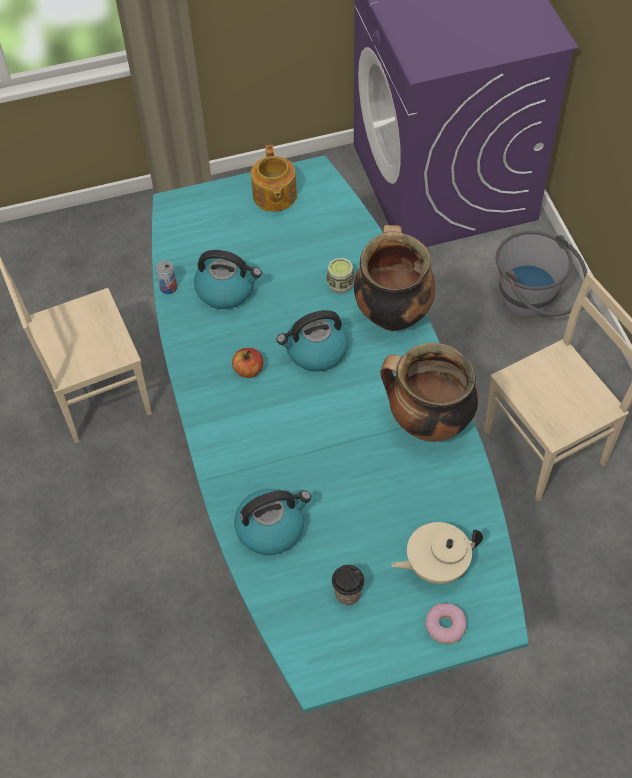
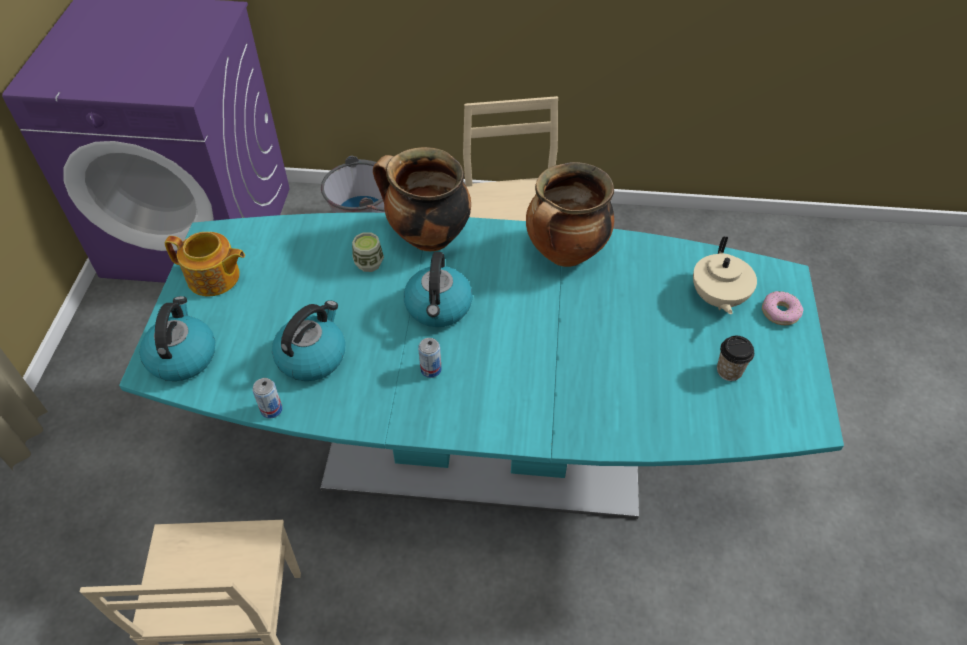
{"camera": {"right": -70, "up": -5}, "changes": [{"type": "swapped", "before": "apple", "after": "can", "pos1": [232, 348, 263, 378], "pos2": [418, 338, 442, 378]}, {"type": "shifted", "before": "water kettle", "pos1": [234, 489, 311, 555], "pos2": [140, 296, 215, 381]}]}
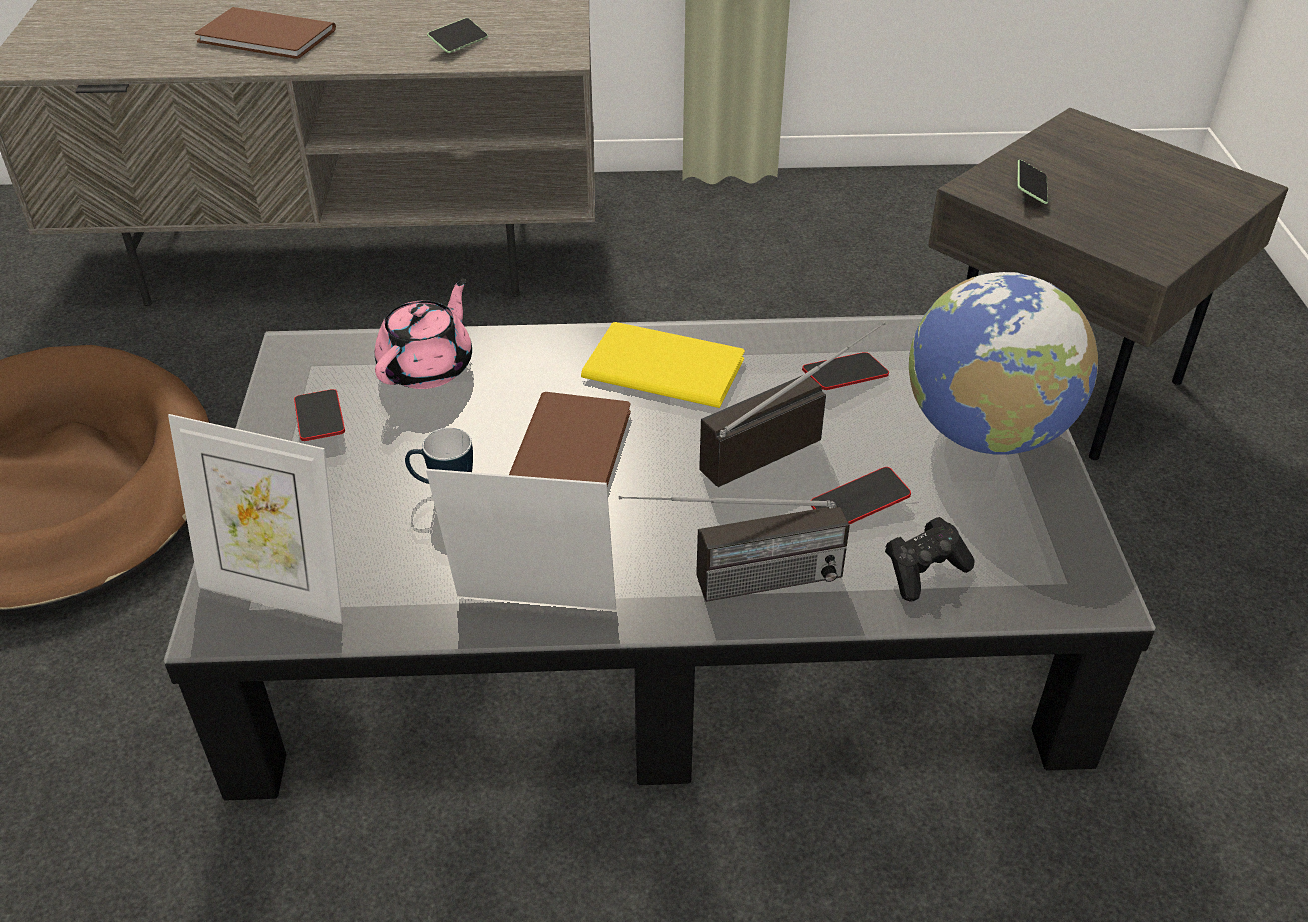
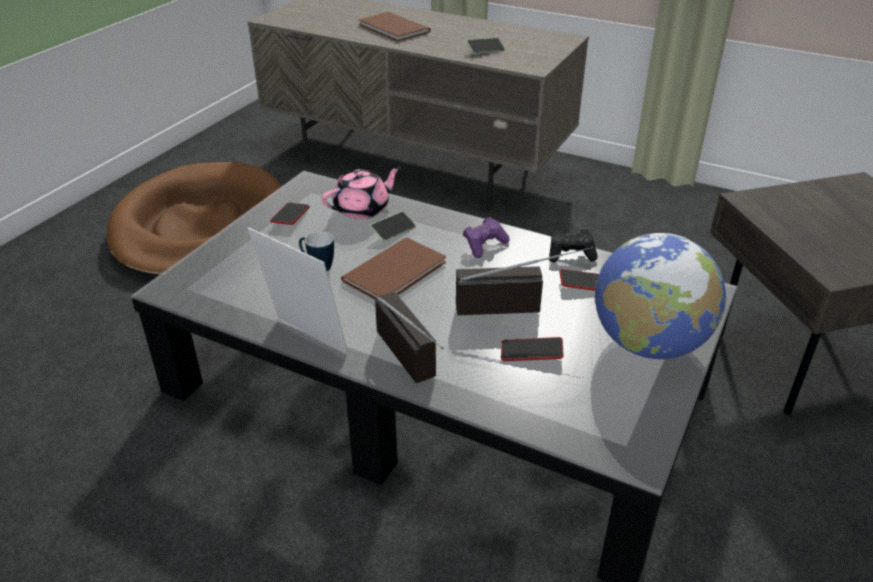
{"camera": {"right": 30, "up": -5}, "changes": [{"type": "shifted", "before": "telephone", "pos1": [1017, 160, 1048, 204], "pos2": [370, 212, 416, 241]}, {"type": "swapped", "before": "yellow-coloured book", "after": "purplish joypad", "pos1": [581, 322, 745, 408], "pos2": [463, 217, 510, 258]}, {"type": "gone", "before": "picture frame", "pos1": [168, 414, 343, 623]}, {"type": "rotated", "before": "radio receiver", "pos1": [619, 496, 850, 602], "pos2": [375, 291, 444, 383], "turn": -135}, {"type": "shifted", "before": "blackish joypad", "pos1": [885, 517, 975, 602], "pos2": [549, 230, 598, 263]}]}
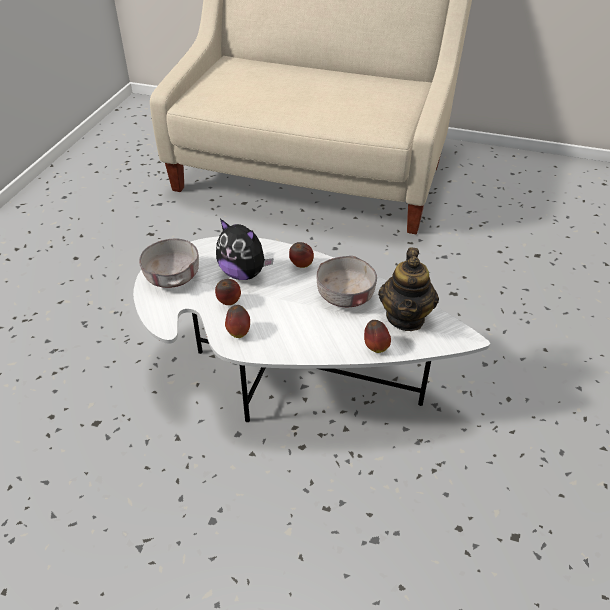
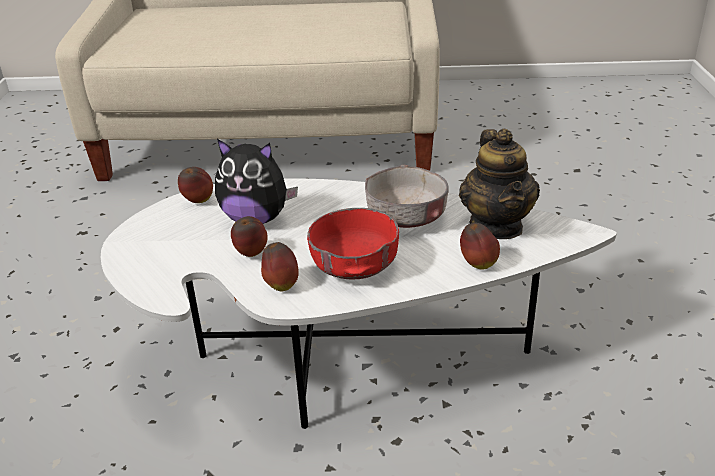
{"camera": {"right": -15, "up": -10}, "changes": [{"type": "gone", "before": "grey serving bowl", "pos1": [139, 239, 199, 288]}, {"type": "shifted", "before": "apple", "pos1": [289, 242, 314, 268], "pos2": [178, 167, 213, 203]}, {"type": "new", "after": "red-coloured serving bowl", "pos2": [307, 208, 399, 279]}]}
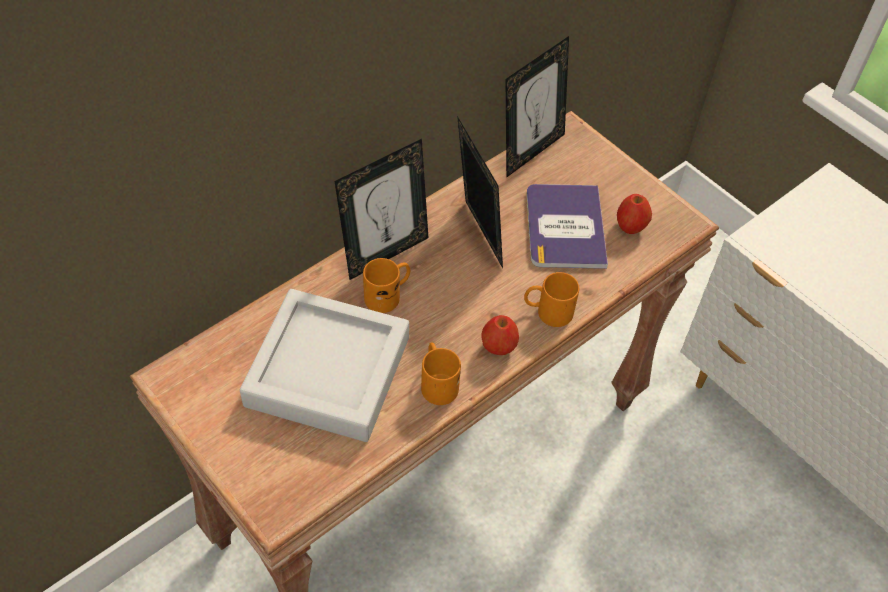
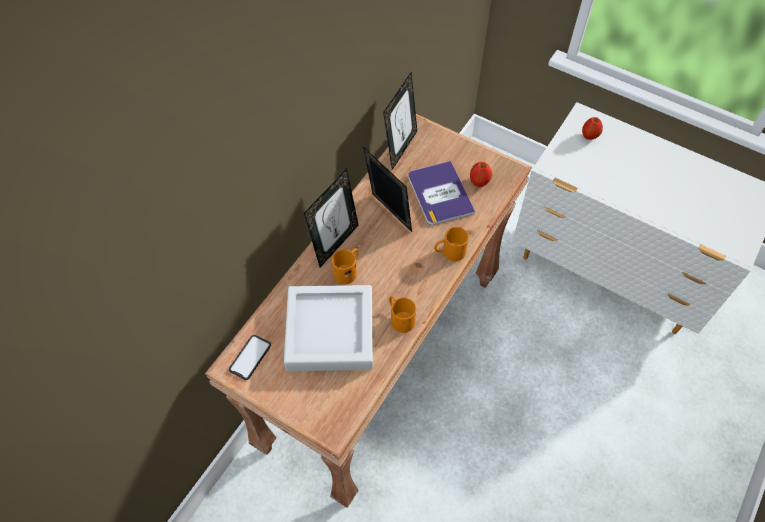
{"camera": {"right": -15, "up": 5}, "changes": [{"type": "shifted", "before": "apple", "pos1": [481, 315, 519, 355], "pos2": [582, 117, 603, 140]}, {"type": "new", "after": "telephone", "pos2": [229, 335, 271, 380]}]}
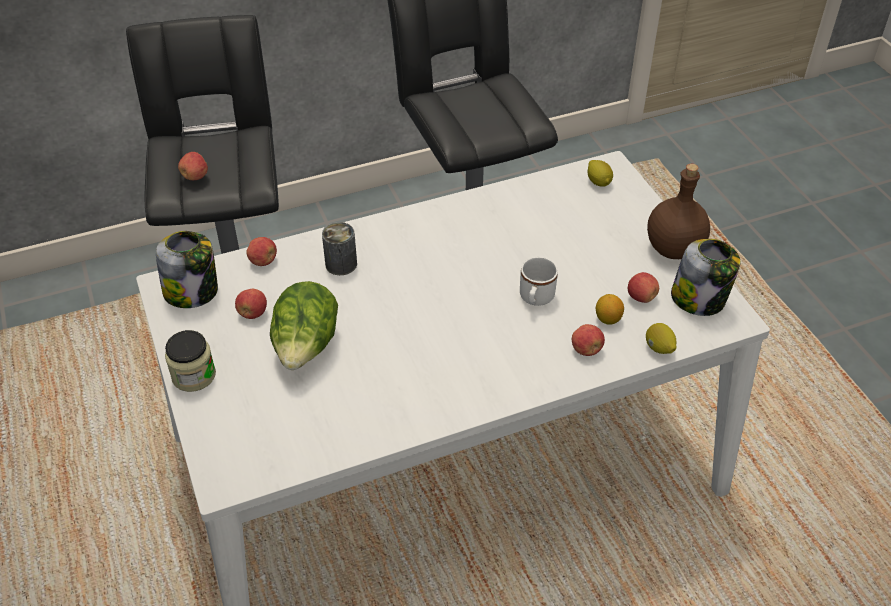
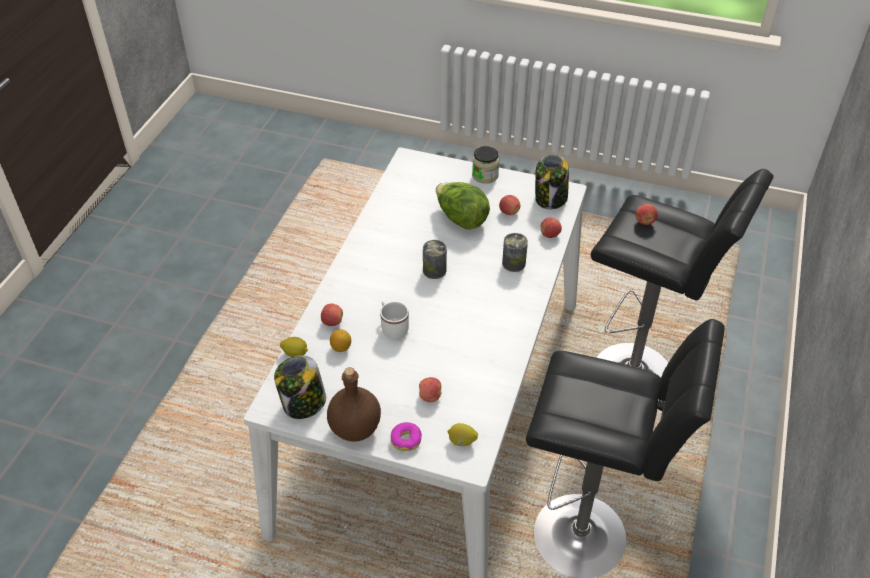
{"camera": {"right": 130, "up": 0}, "changes": [{"type": "shifted", "before": "apple", "pos1": [628, 272, 659, 303], "pos2": [419, 377, 442, 402]}, {"type": "new", "after": "can", "pos2": [423, 240, 447, 279]}, {"type": "new", "after": "donut", "pos2": [390, 422, 422, 451]}]}
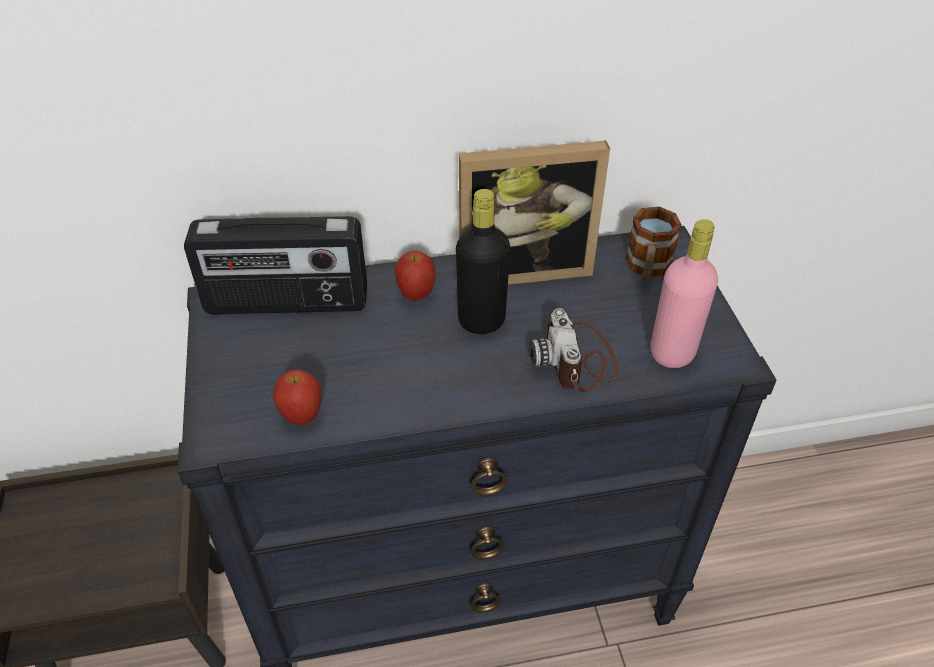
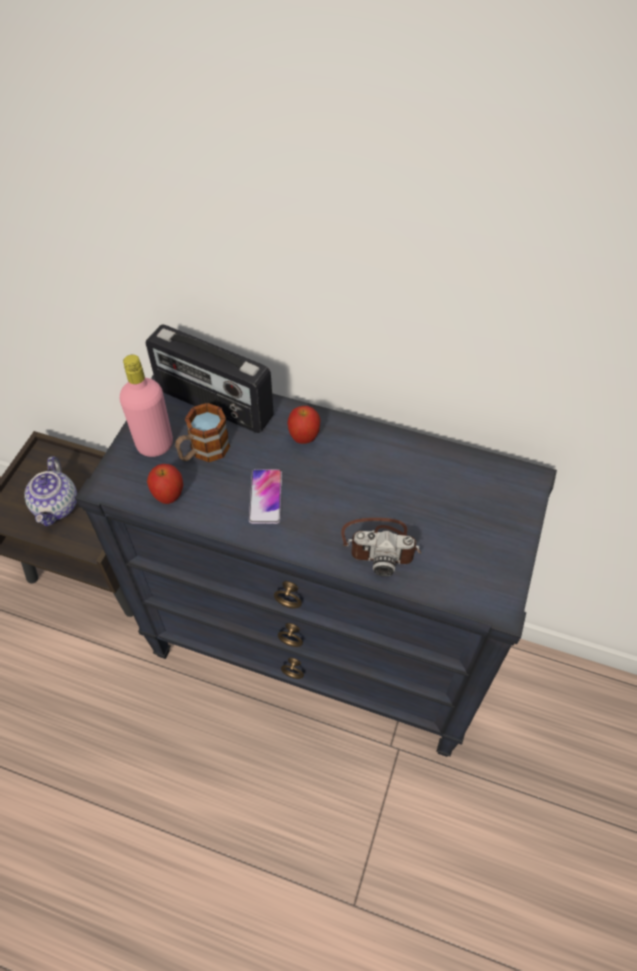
{"camera": {"right": 30, "up": 10}, "changes": [{"type": "gone", "before": "picture frame", "pos1": [459, 140, 610, 285]}, {"type": "gone", "before": "blackish beverage bottle", "pos1": [456, 189, 510, 334]}, {"type": "shifted", "before": "tea mug", "pos1": [625, 207, 682, 281], "pos2": [175, 403, 230, 462]}, {"type": "shifted", "before": "pink-coloured beverage bottle", "pos1": [651, 219, 718, 368], "pos2": [120, 355, 173, 457]}, {"type": "rotated", "before": "photo camera", "pos1": [529, 308, 619, 392], "pos2": [341, 518, 422, 577], "turn": -105}, {"type": "new", "after": "pot for tea", "pos2": [24, 456, 77, 526]}, {"type": "new", "after": "telephone", "pos2": [249, 469, 282, 524]}]}
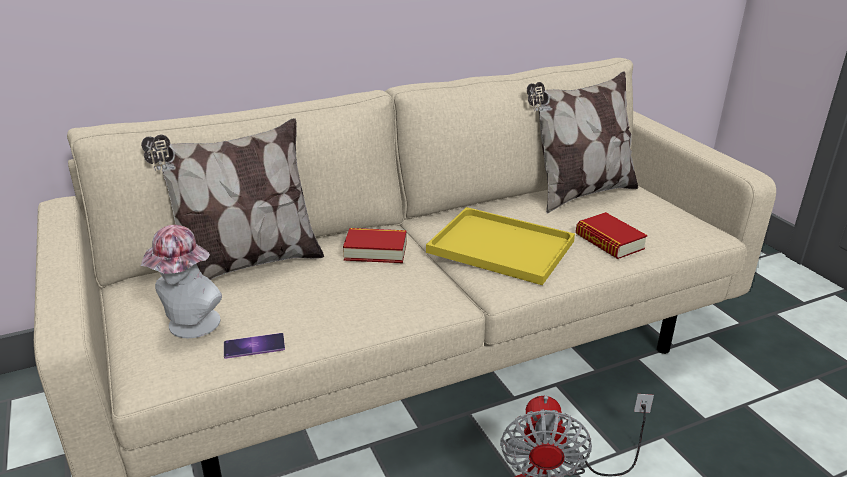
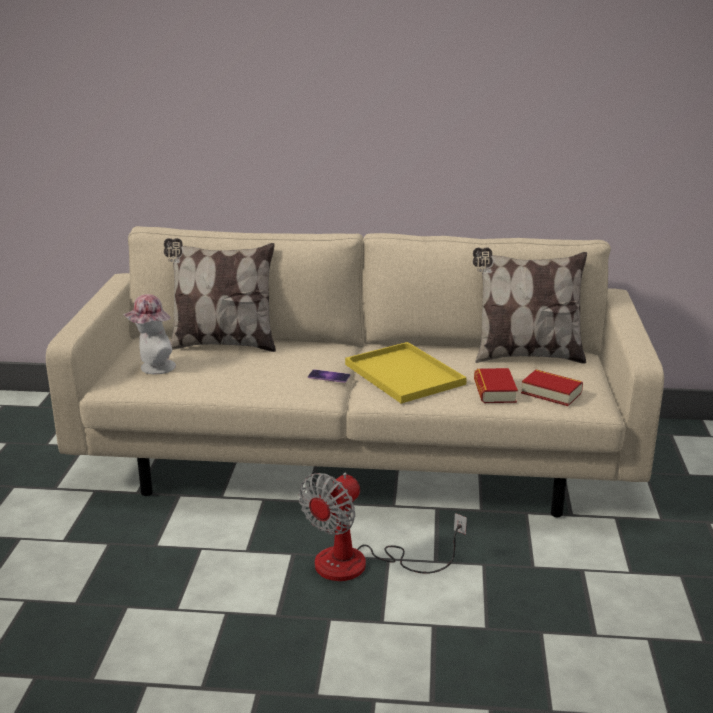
{"camera": {"right": 30, "up": -5}, "changes": [{"type": "shifted", "before": "book", "pos1": [343, 228, 407, 263], "pos2": [521, 370, 583, 406]}, {"type": "shifted", "before": "telephone", "pos1": [224, 333, 285, 359], "pos2": [308, 369, 350, 383]}]}
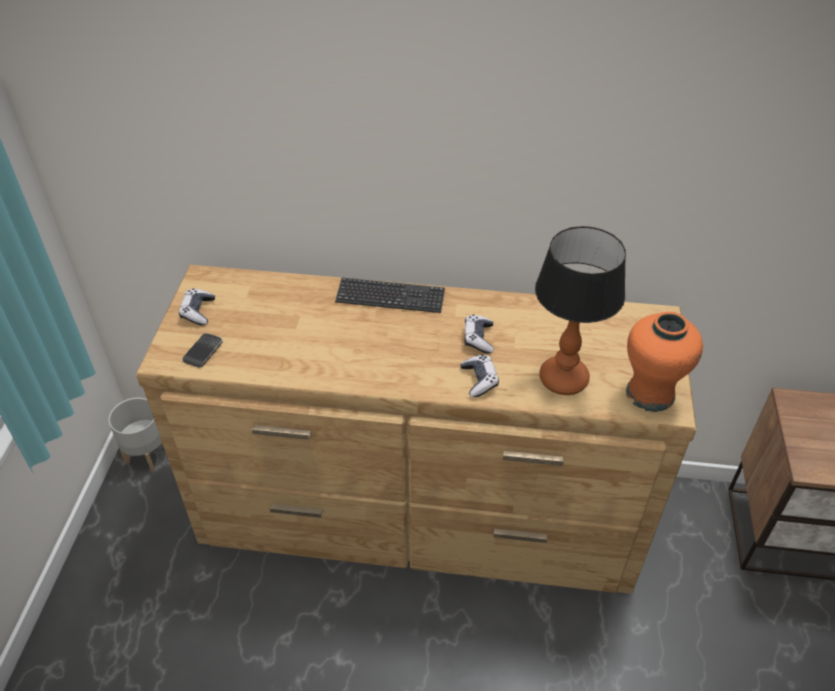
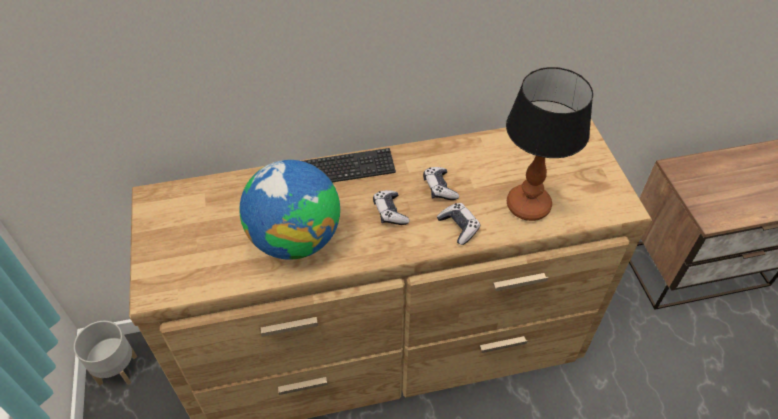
{"camera": {"right": -20, "up": 5}, "changes": [{"type": "shifted", "before": "joypad", "pos1": [179, 289, 215, 326], "pos2": [373, 190, 409, 225]}, {"type": "gone", "before": "orangey decorative vase", "pos1": [626, 312, 703, 412]}, {"type": "gone", "before": "telephone", "pos1": [183, 333, 223, 368]}, {"type": "new", "after": "desk globe", "pos2": [239, 160, 340, 260]}]}
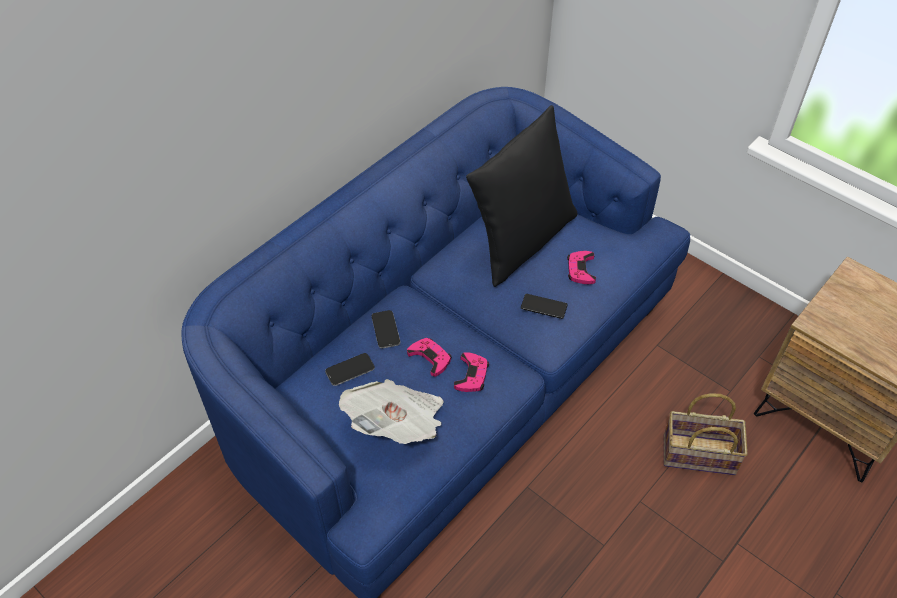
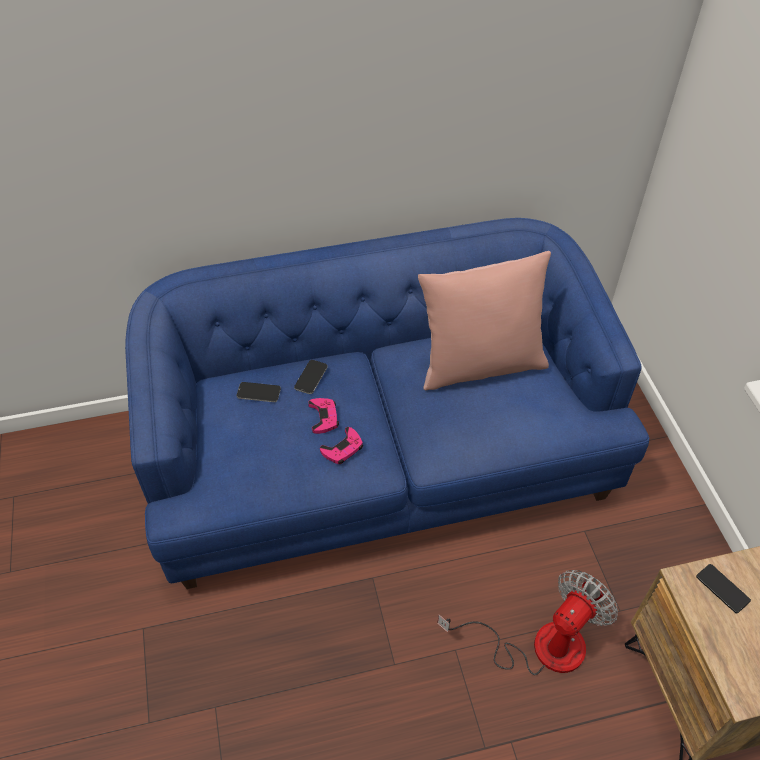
{"camera": {"right": 35, "up": 0}, "changes": [{"type": "repainted", "before": "blackish pillow", "after": "pink-coloured pillow", "pos1": [466, 105, 577, 287], "pos2": [418, 251, 551, 390]}, {"type": "gone", "before": "pink-coloured joypad", "pos1": [567, 251, 596, 284]}, {"type": "shifted", "before": "telephone", "pos1": [521, 294, 568, 319], "pos2": [696, 564, 751, 613]}, {"type": "gone", "before": "printed paper", "pos1": [339, 379, 444, 444]}, {"type": "swapped", "before": "household basket", "after": "electric fan", "pos1": [664, 393, 748, 475], "pos2": [438, 570, 618, 675]}]}
